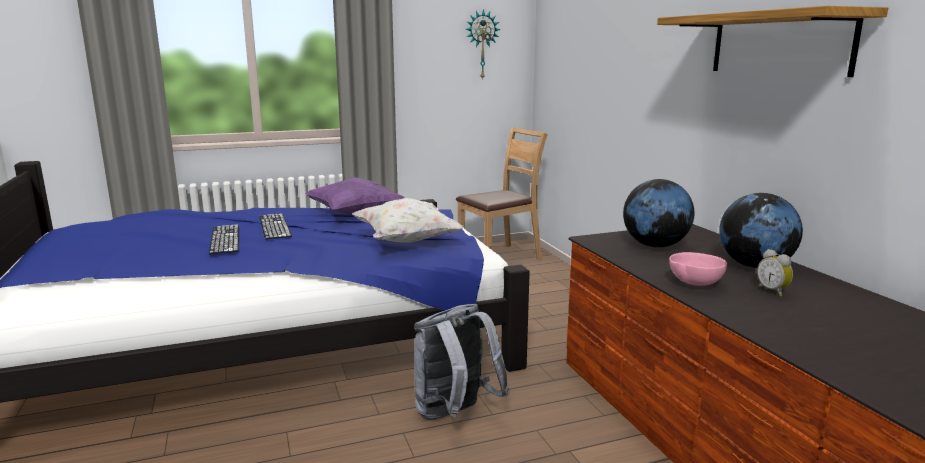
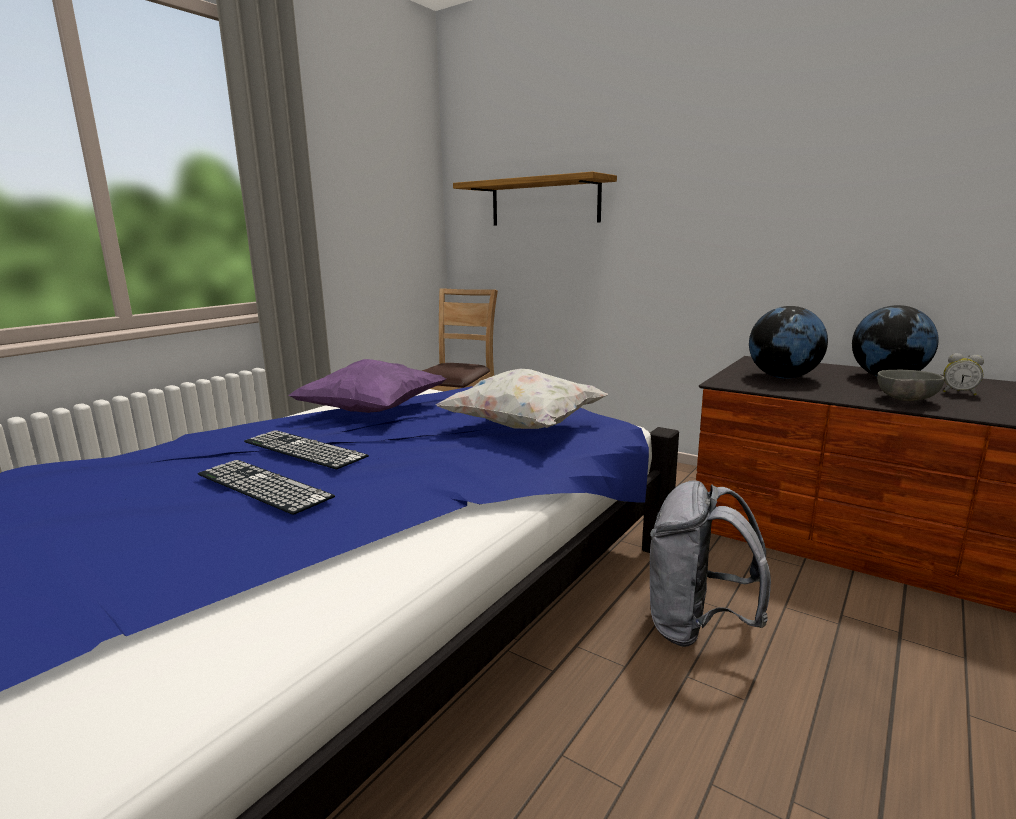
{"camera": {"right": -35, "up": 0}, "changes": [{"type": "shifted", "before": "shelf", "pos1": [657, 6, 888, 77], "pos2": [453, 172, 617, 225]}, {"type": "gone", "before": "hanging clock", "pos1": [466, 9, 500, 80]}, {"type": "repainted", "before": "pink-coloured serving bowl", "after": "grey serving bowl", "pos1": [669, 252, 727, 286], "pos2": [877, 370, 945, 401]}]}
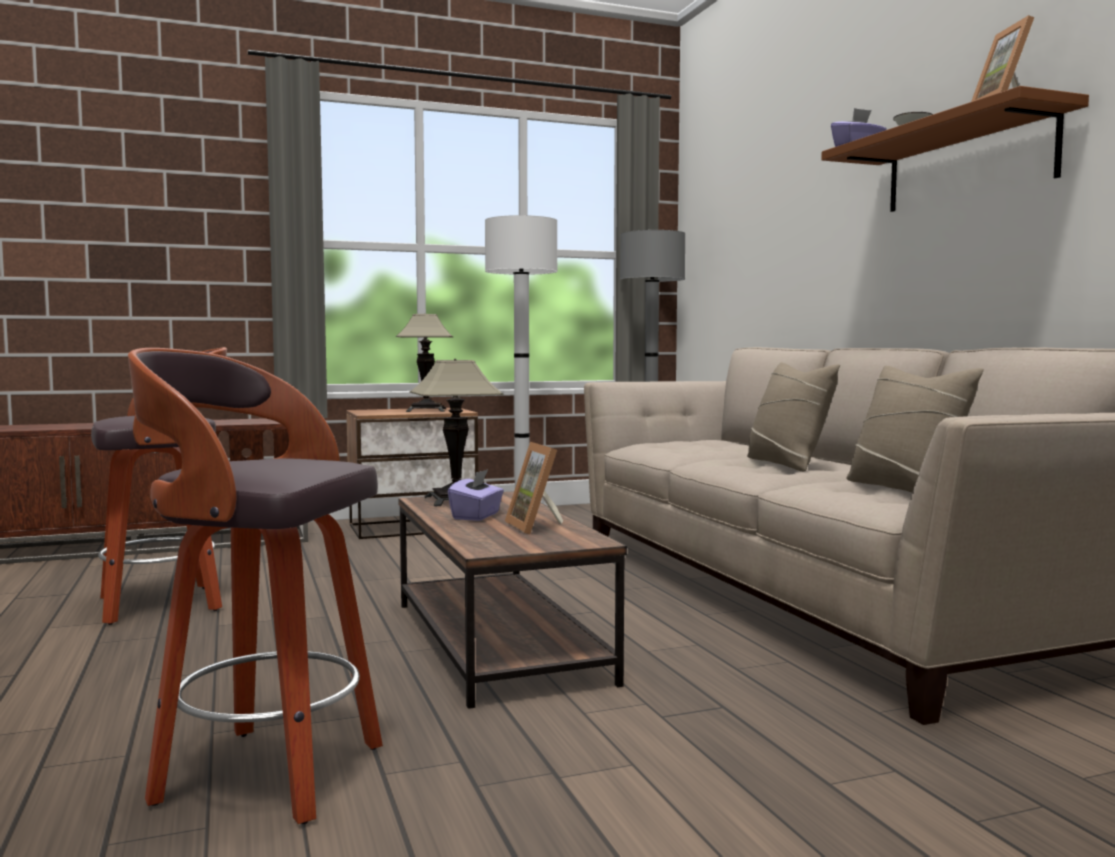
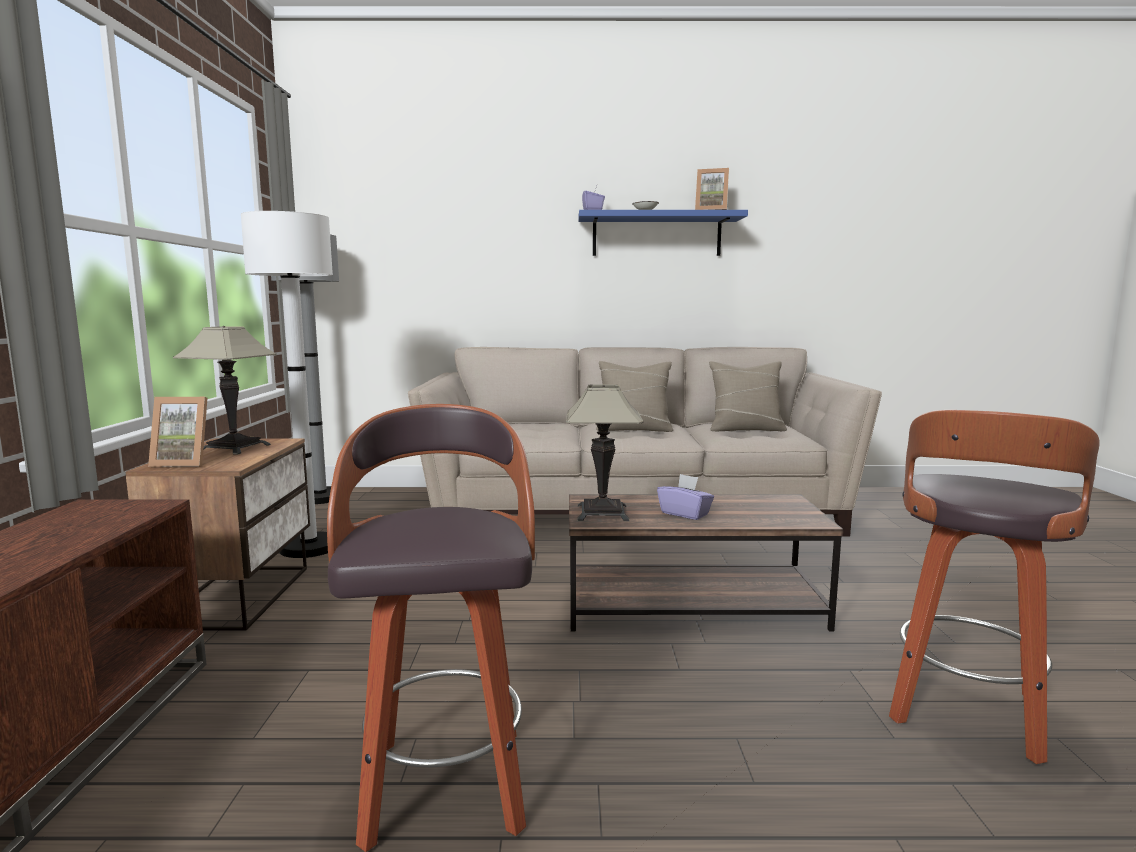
{"camera": {"right": -70, "up": 5}, "changes": [{"type": "repainted", "before": "brown-coloured shelf", "after": "blue-coloured shelf", "pos1": [821, 86, 1089, 212], "pos2": [578, 210, 748, 256]}, {"type": "shifted", "before": "picture frame", "pos1": [505, 442, 563, 534], "pos2": [148, 397, 207, 467]}]}
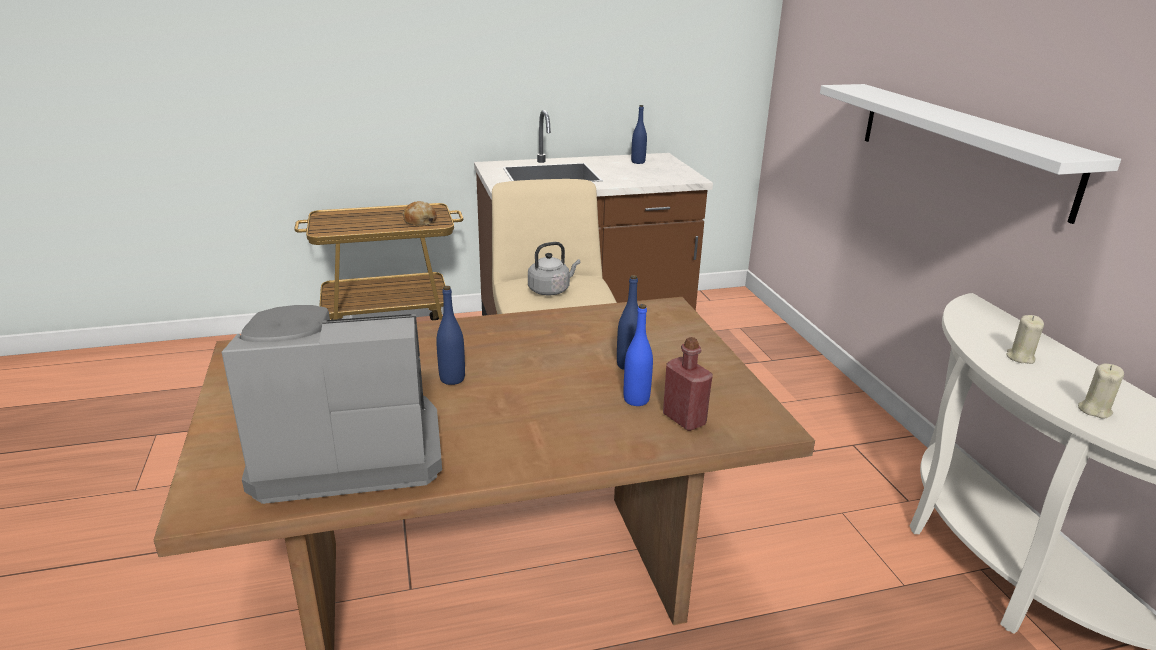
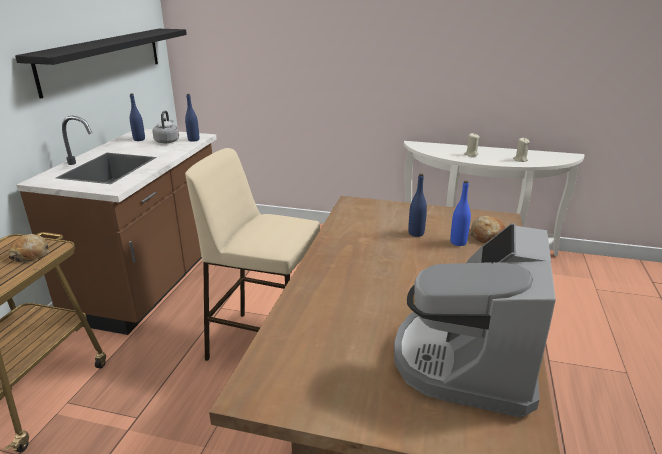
{"camera": {"right": -60, "up": 0}, "changes": [{"type": "gone", "before": "white-coloured shelf", "pos1": [820, 84, 1121, 224]}, {"type": "shifted", "before": "grey water kettle", "pos1": [528, 242, 580, 295], "pos2": [152, 110, 179, 143]}, {"type": "shifted", "before": "blue-coloured beverage bottle", "pos1": [436, 286, 465, 385], "pos2": [185, 94, 199, 142]}, {"type": "swapped", "before": "red-coloured beverage bottle", "after": "baked bread", "pos1": [663, 337, 713, 431], "pos2": [469, 216, 505, 243]}, {"type": "new", "after": "blackish shelf", "pos2": [15, 29, 187, 99]}]}
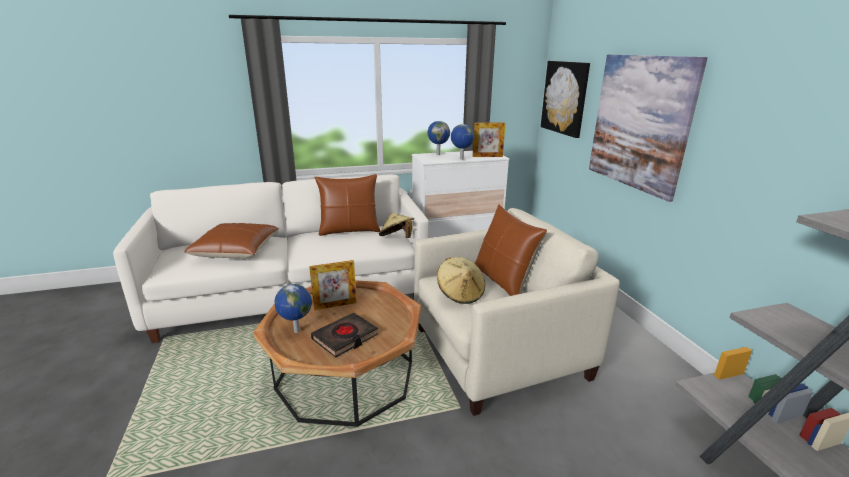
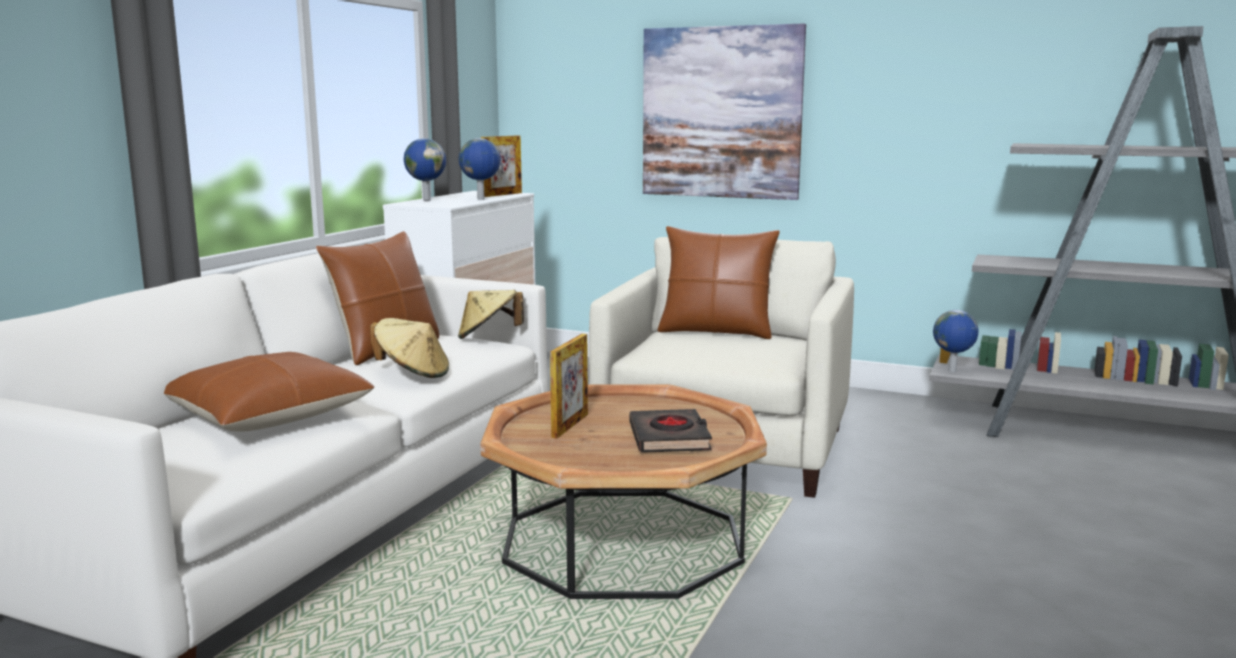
{"camera": {"right": -50, "up": -10}, "changes": [{"type": "gone", "before": "wall art", "pos1": [541, 61, 590, 138]}, {"type": "shifted", "before": "sand-coloured clothing hat", "pos1": [437, 257, 485, 304], "pos2": [370, 318, 449, 378]}, {"type": "shifted", "before": "desk globe", "pos1": [274, 284, 312, 333], "pos2": [933, 310, 978, 372]}]}
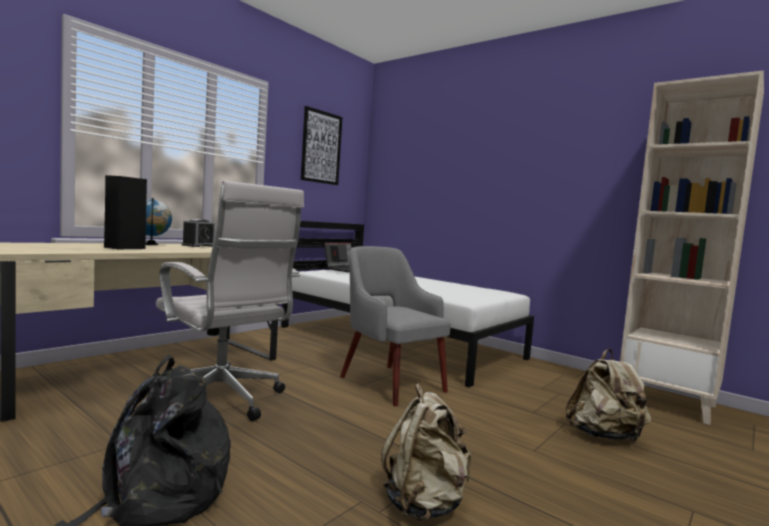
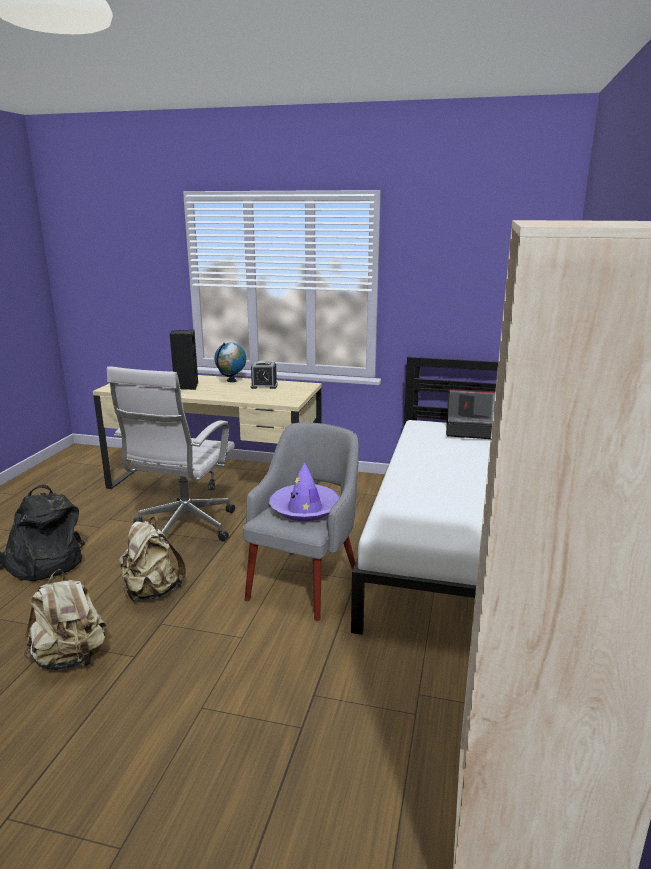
{"camera": {"right": 65, "up": 15}, "changes": [{"type": "gone", "before": "wall art", "pos1": [301, 106, 342, 185]}, {"type": "shifted", "before": "sand-coloured backpack", "pos1": [565, 349, 651, 442], "pos2": [119, 517, 186, 601]}, {"type": "new", "after": "purplish clothing hat", "pos2": [269, 462, 340, 521]}]}
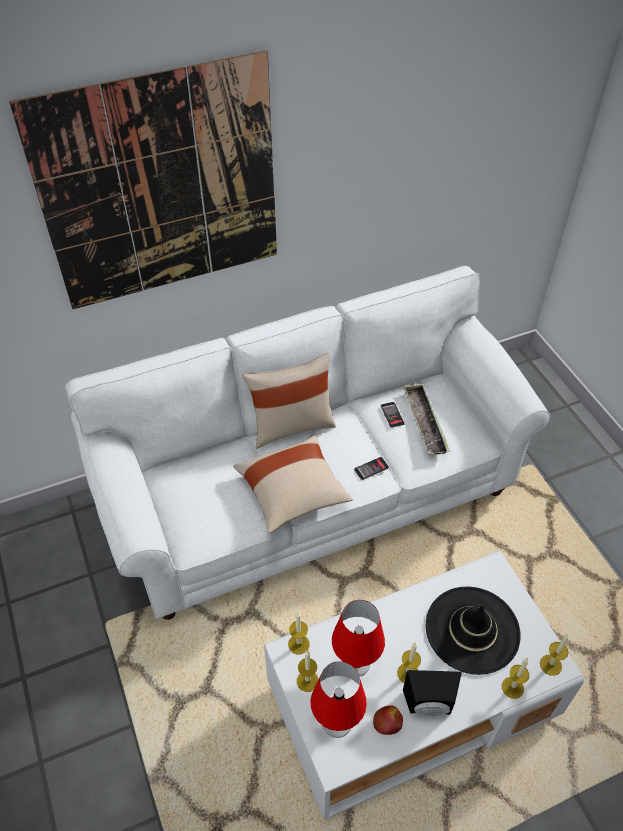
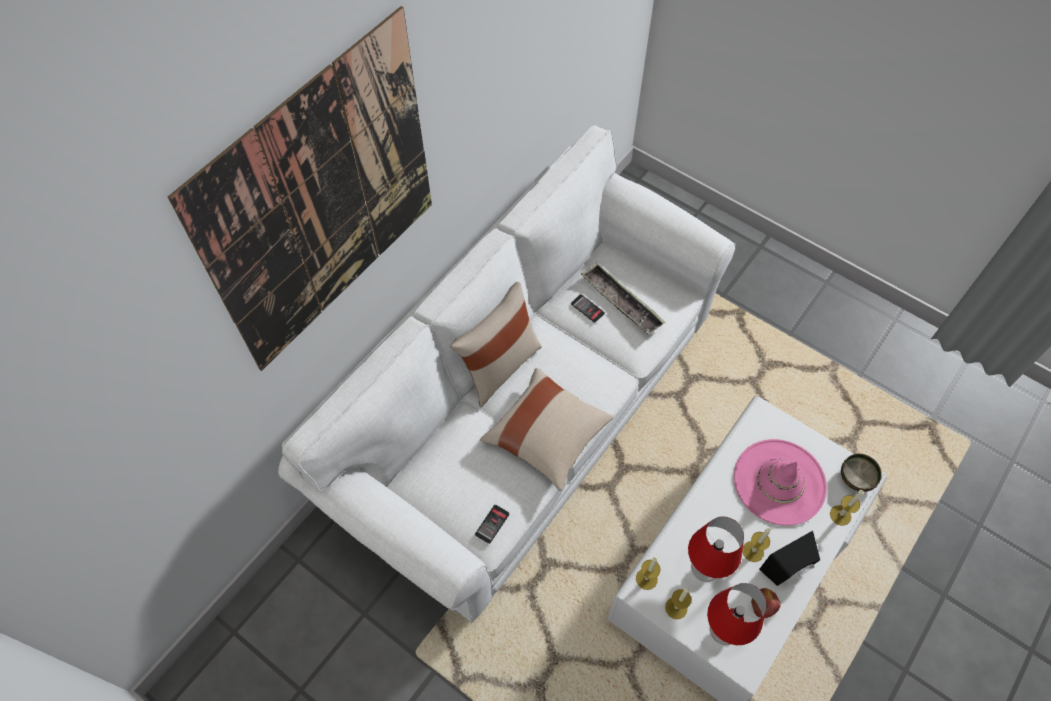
{"camera": {"right": -30, "up": 10}, "changes": [{"type": "shifted", "before": "telephone", "pos1": [354, 457, 389, 480], "pos2": [475, 505, 509, 544]}, {"type": "repainted", "before": "blackish clothing hat", "after": "pink-coloured clothing hat", "pos1": [426, 587, 521, 675], "pos2": [734, 439, 827, 526]}, {"type": "swapped", "before": "wax light", "after": "serving bowl", "pos1": [540, 634, 569, 676], "pos2": [841, 453, 882, 492]}]}
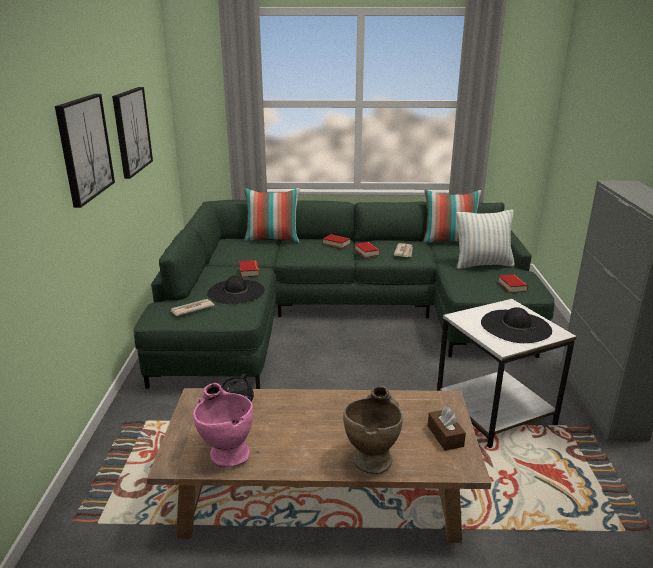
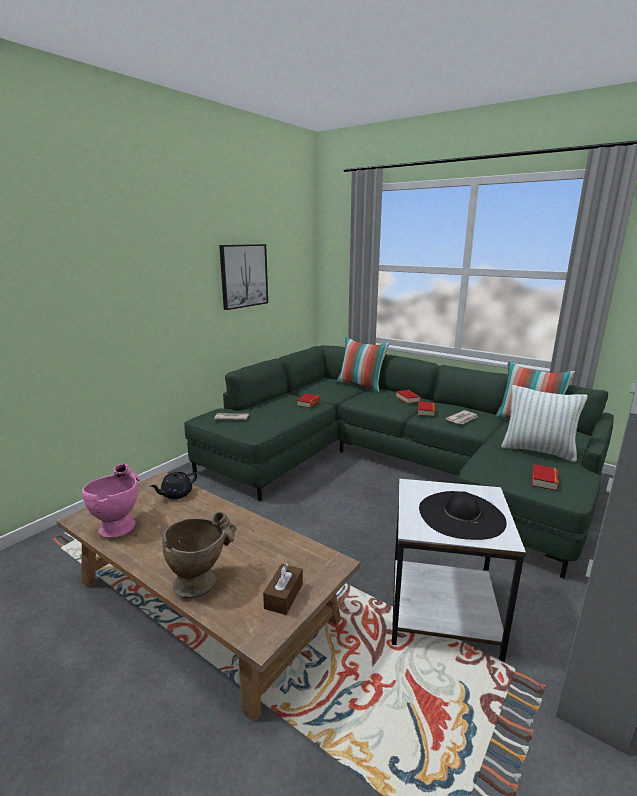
{"camera": {"right": 35, "up": -5}, "changes": [{"type": "gone", "before": "wall art", "pos1": [55, 94, 115, 208]}, {"type": "gone", "before": "blackish clothing hat", "pos1": [207, 276, 265, 304]}]}
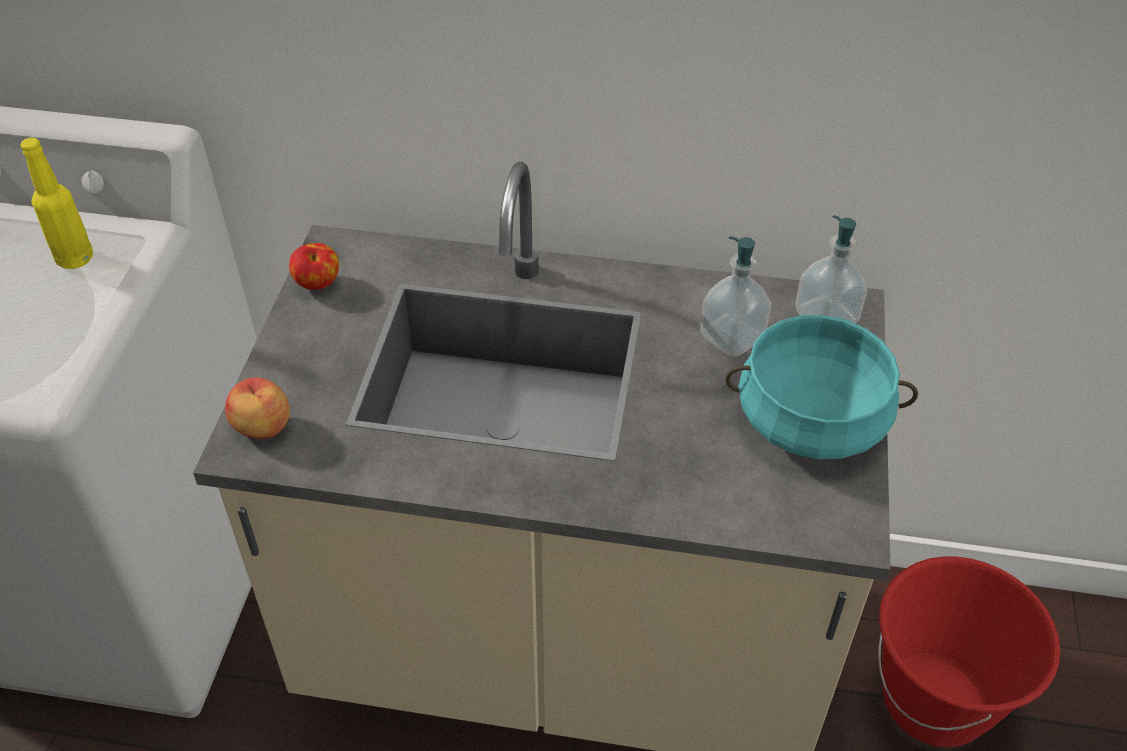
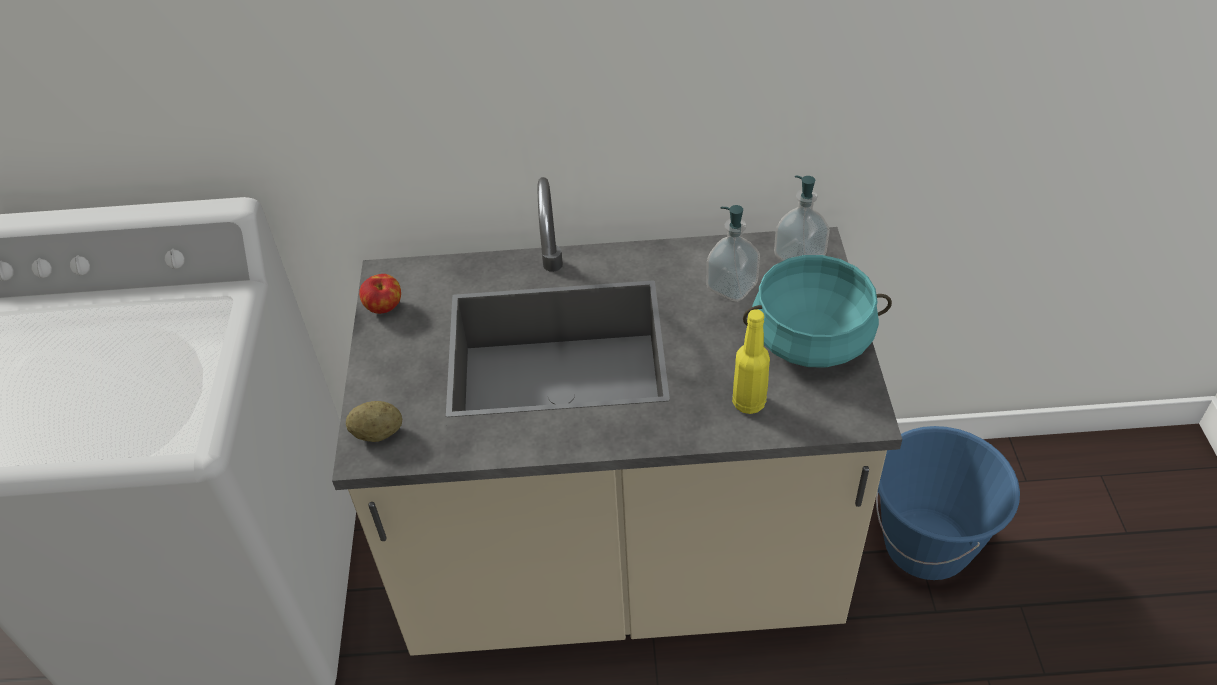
{"camera": {"right": -10, "up": 0}, "changes": [{"type": "shifted", "before": "yellow-coloured beverage bottle", "pos1": [20, 138, 93, 269], "pos2": [732, 309, 770, 414]}, {"type": "swapped", "before": "apple", "after": "spud", "pos1": [225, 377, 290, 439], "pos2": [346, 401, 402, 442]}, {"type": "repainted", "before": "red-coloured water bucket", "after": "blue-coloured water bucket", "pos1": [878, 557, 1060, 747], "pos2": [876, 426, 1020, 580]}]}
